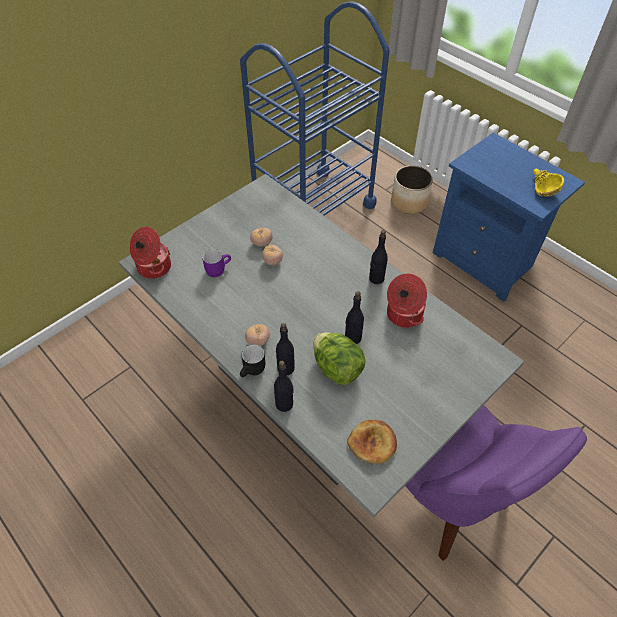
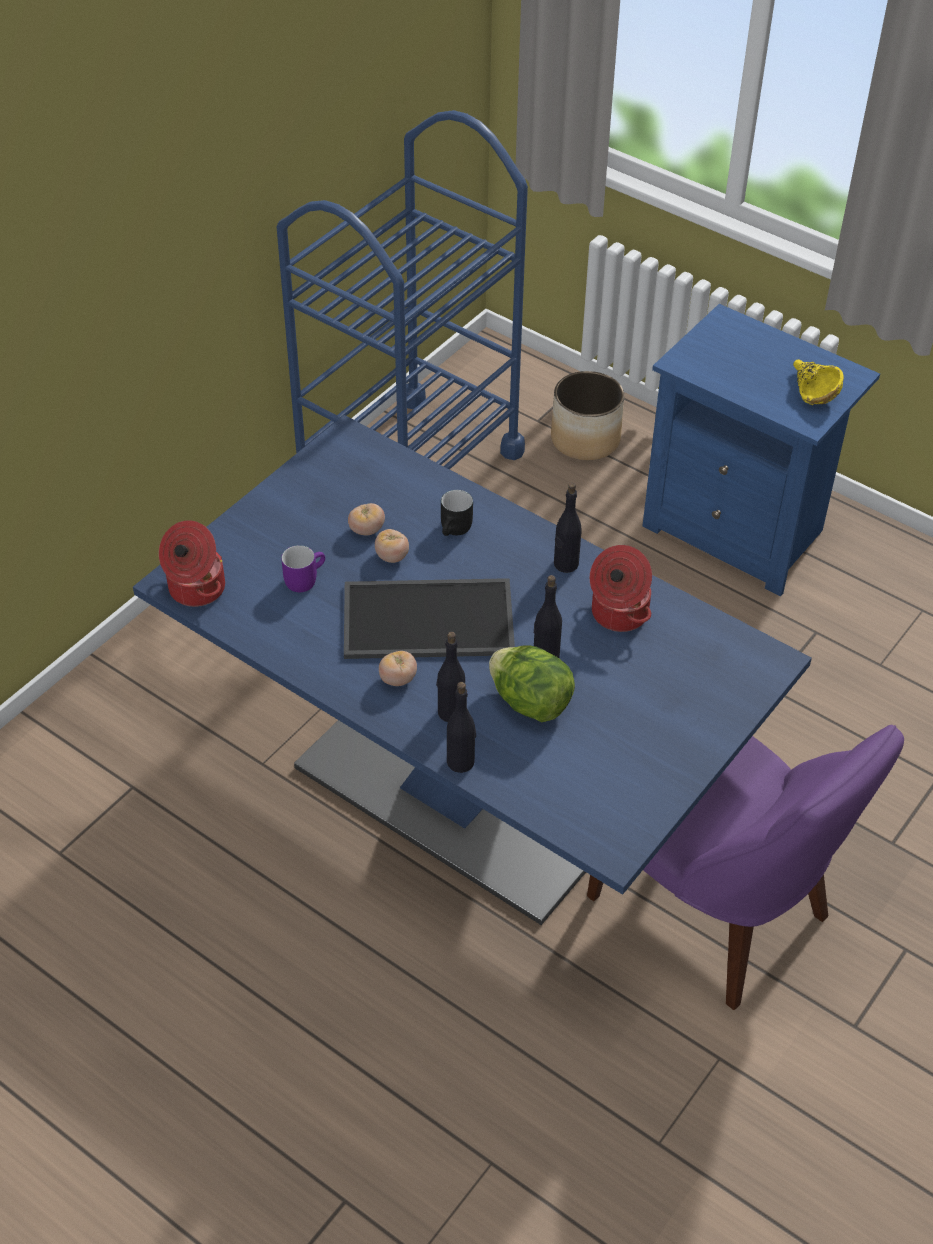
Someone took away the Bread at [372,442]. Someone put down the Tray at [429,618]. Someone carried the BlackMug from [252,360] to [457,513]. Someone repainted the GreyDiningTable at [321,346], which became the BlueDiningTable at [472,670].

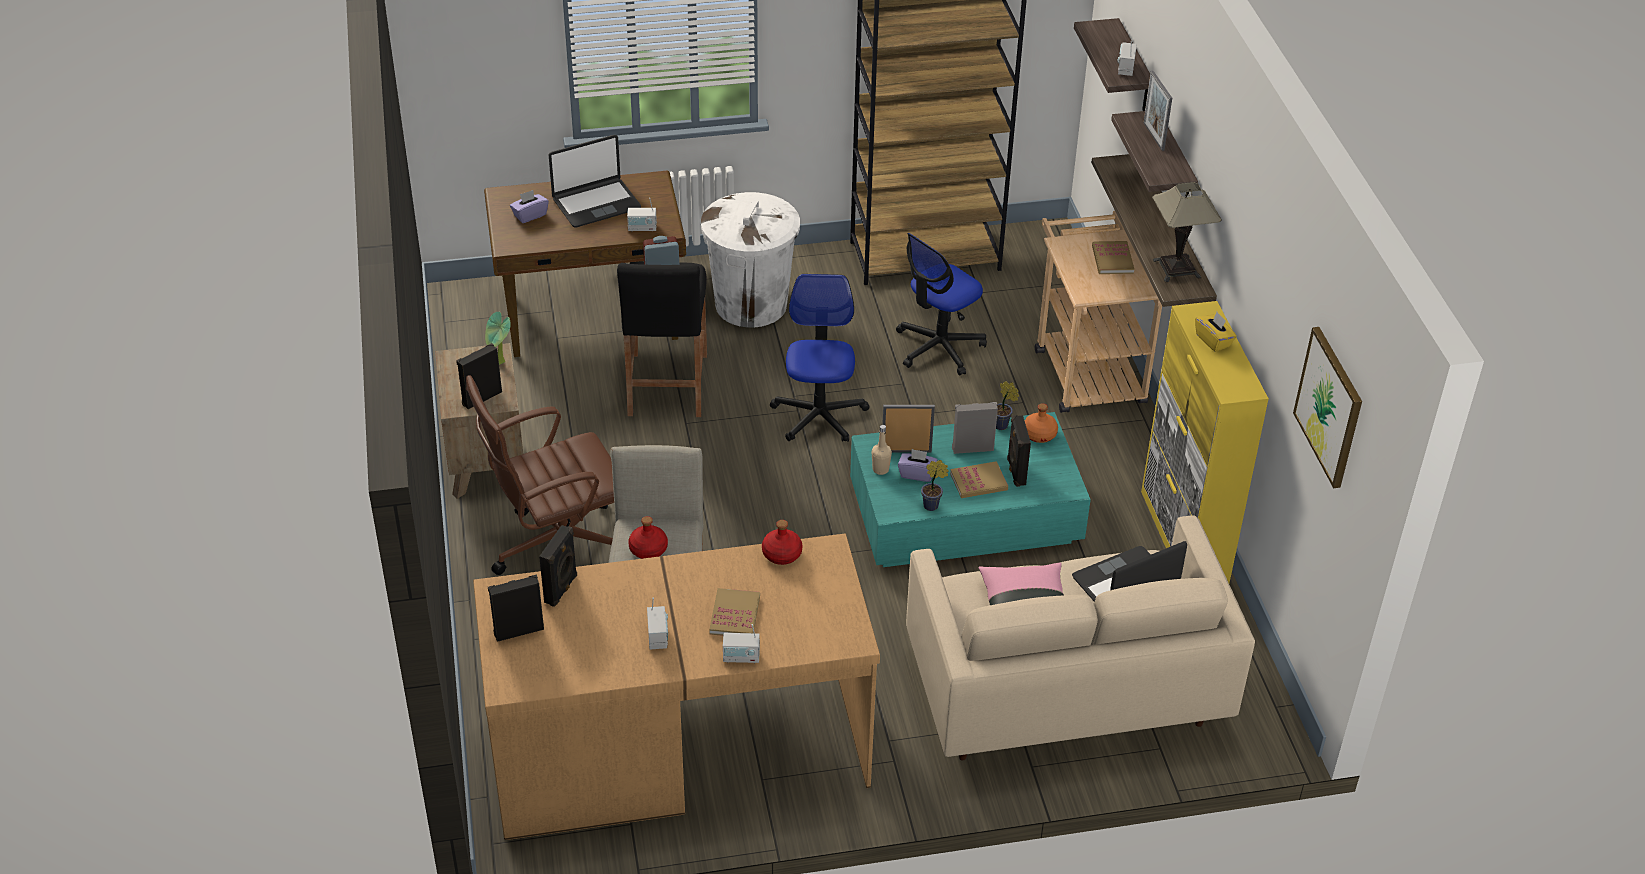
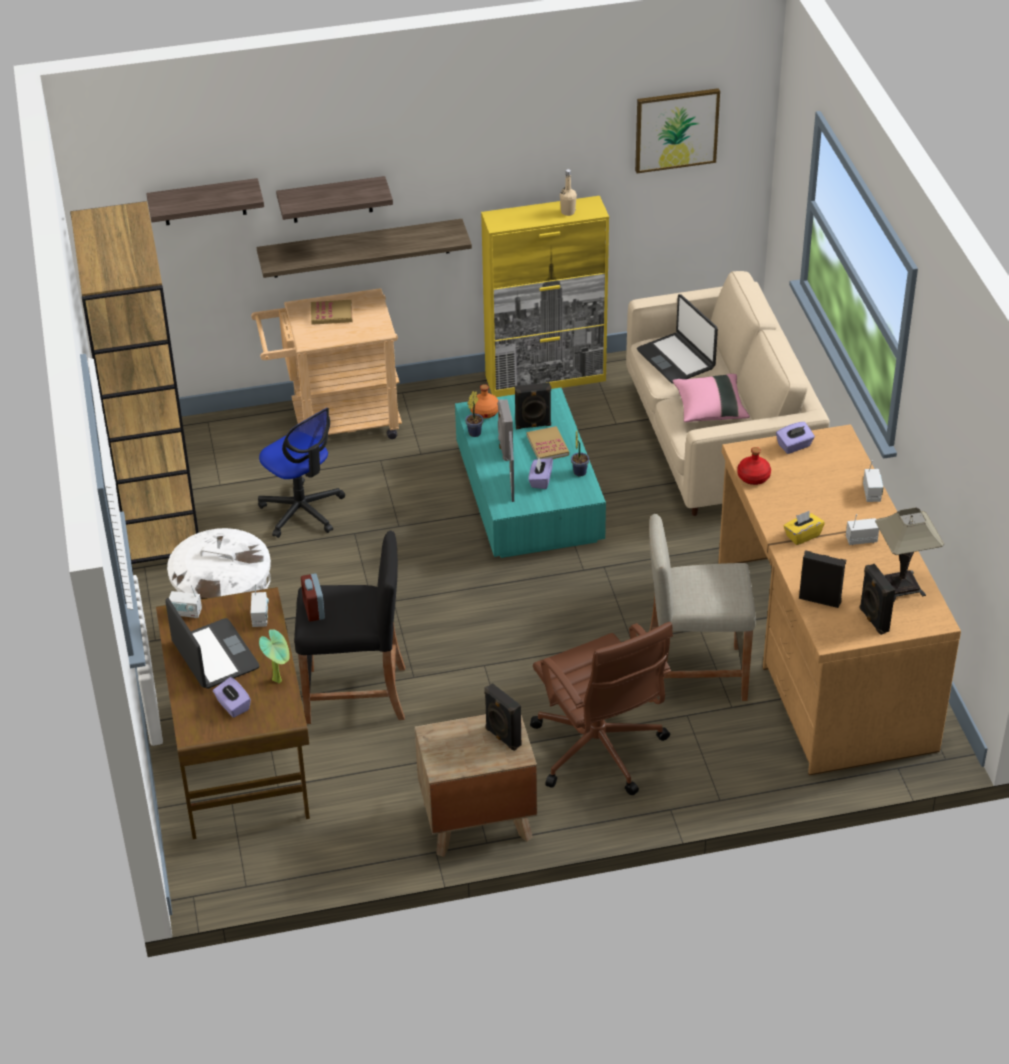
Someone took away the RedBottle at [648,537]. Someone took away the Book at [734,612]. Someone took away the OfficeChair at [820,358]. Someone took away the PictureFrame at [1157,111]. Someone put down the PurpleTissueBox at [795,438]. Someone carried the PottedPlant from [498,338] to [274,656]. Someone carried the BeigeBottle from [882,450] to [568,192]. Someone carried the Radio from [1127,58] to [185,601]. Someone carried the TableLamp from [1187,232] to [909,554]. Someone carried the YellowTissueBox from [1216,332] to [804,528].

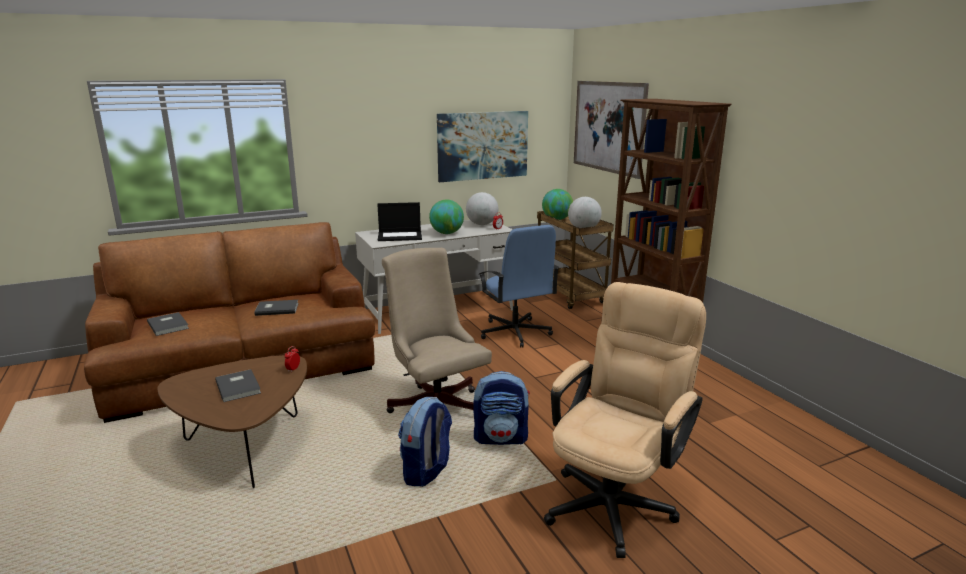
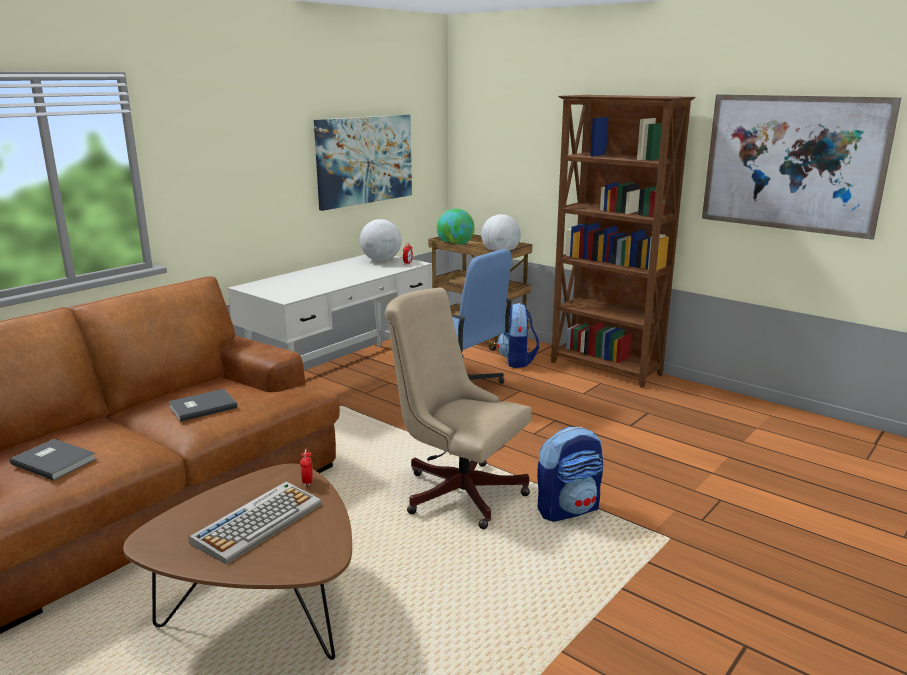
Someone took away the Laptop at [399,221]. Someone took away the Globe at [446,217]. Someone took away the BeigeOfficeChair at [625,420]. Someone carried the Backpack from [425,442] to [518,335]. Someone carried the Picture from [611,130] to [801,167]. Someone swapped the GreyBook at [238,385] for the Keyboard at [255,523].

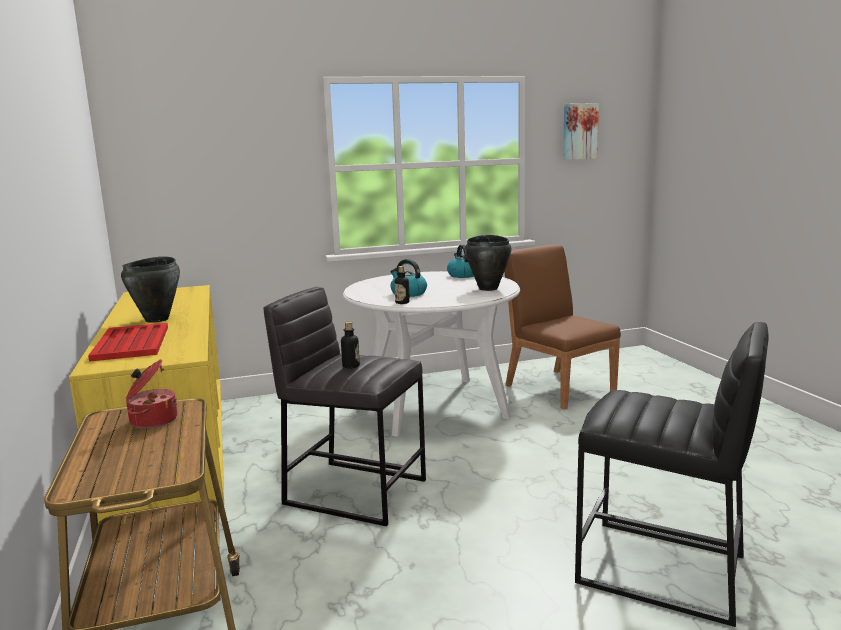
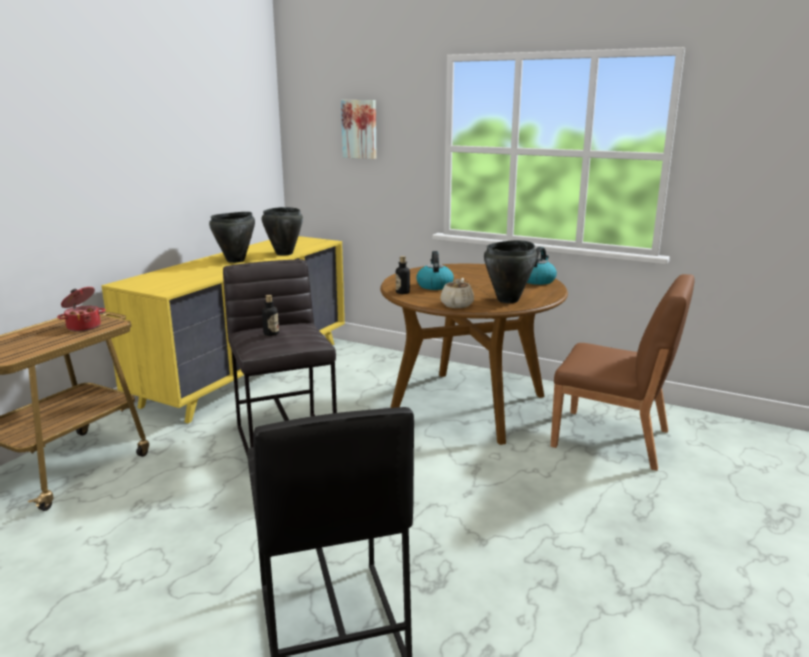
Someone took away the RedTray at [128,342]. Someone put down the BlackCookingPot at [282,231]. Someone put down the BeigeTeapot at [457,293]. Someone carried the Picture from [581,131] to [359,129]. Someone repainted the WhiteDiningTable at [431,354], which became the BrownDiningTable at [474,354]. Someone rotated the BrownChair at [562,327] by 105 degrees clockwise.

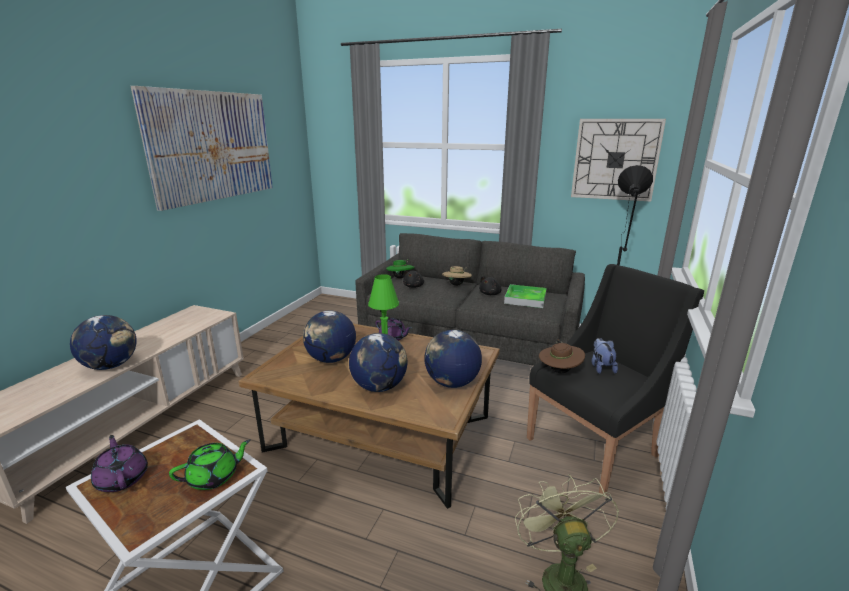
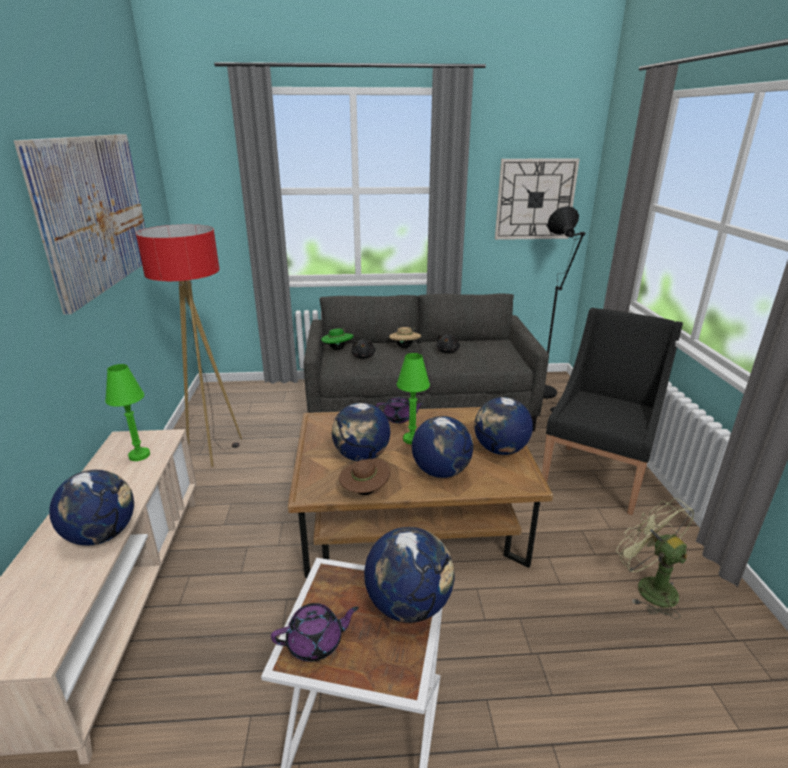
Someone took away the Tray at [525,296]. Someone took away the PlushToy at [604,356]. Someone put down the GreenTableLamp at [127,412]. Someone put down the FloorLamp at [189,345]. Someone carried the BrownHat from [562,356] to [364,475]. Someone swapped the GreenTeapot at [210,465] for the Globe at [409,575]. Someone rotated the PurpleTeapot at [119,463] by 135 degrees clockwise.

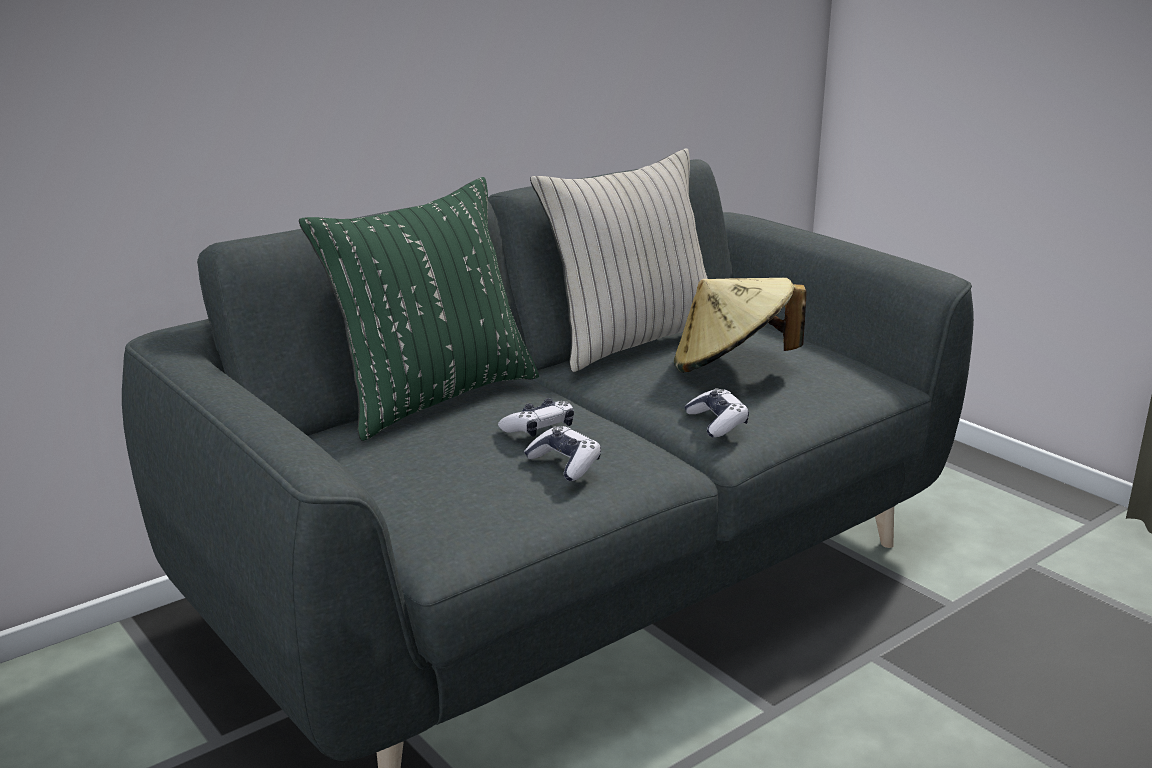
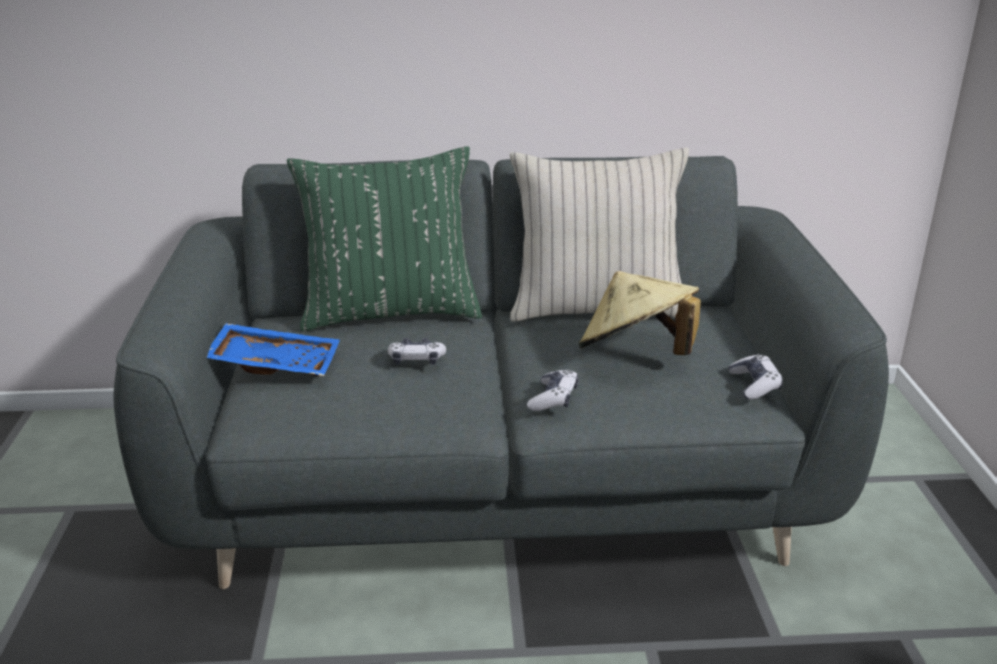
Someone put down the BlueTray at [273,349]. Someone carried the GameController from [562,453] to [755,377].

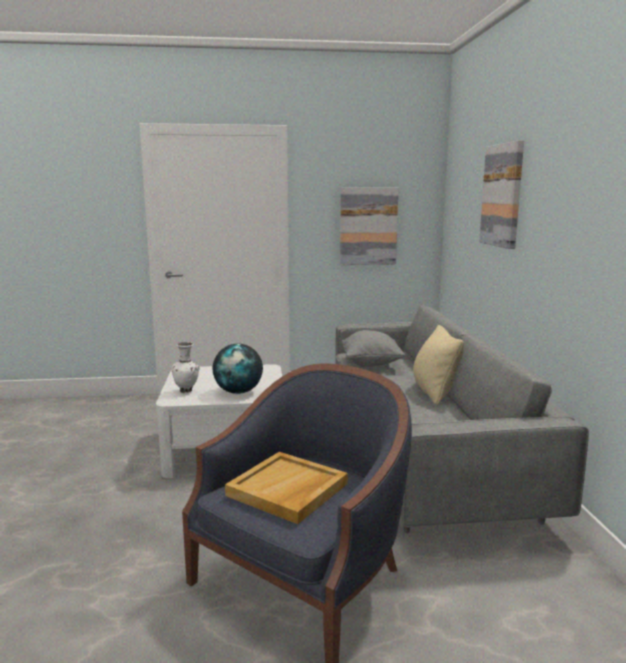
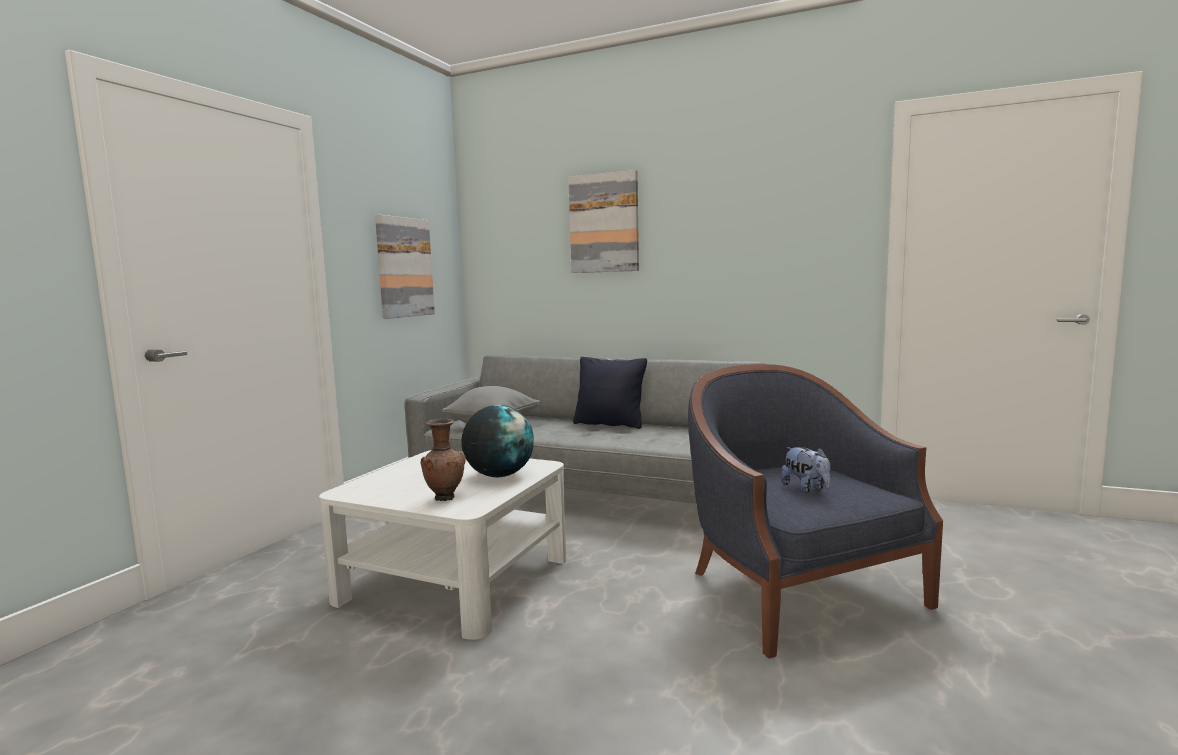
Someone swapped the BeigeTray at [286,488] for the PlushToy at [806,470]. Someone repainted the WhiteVase at [186,367], which became the BrownVase at [443,460]. Someone repainted the BeigePillow at [438,365], which became the BlackPillow at [610,393].

